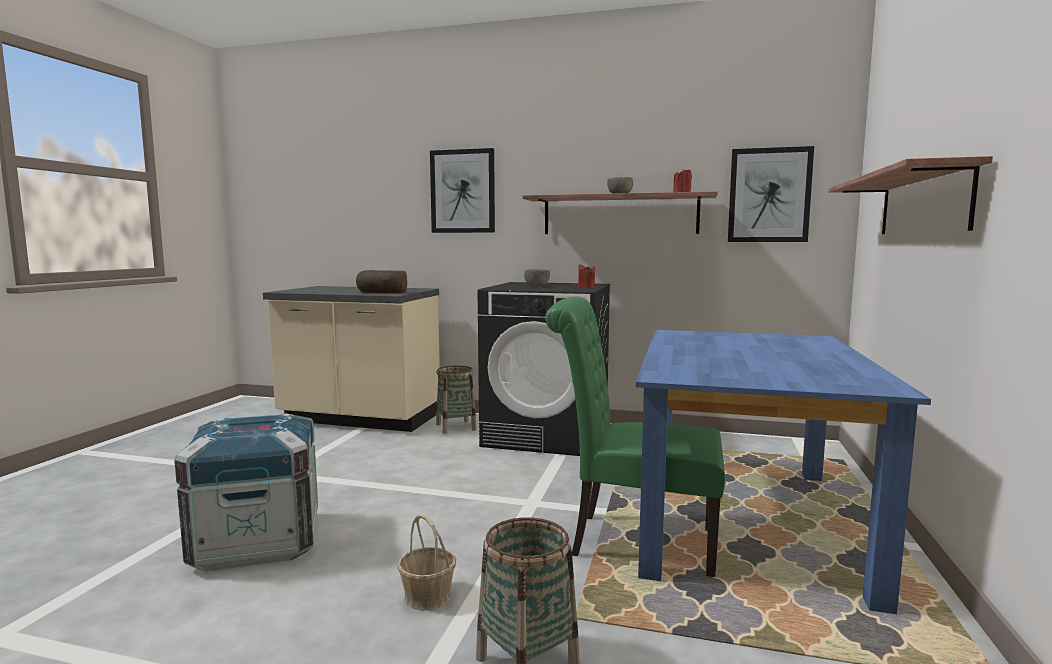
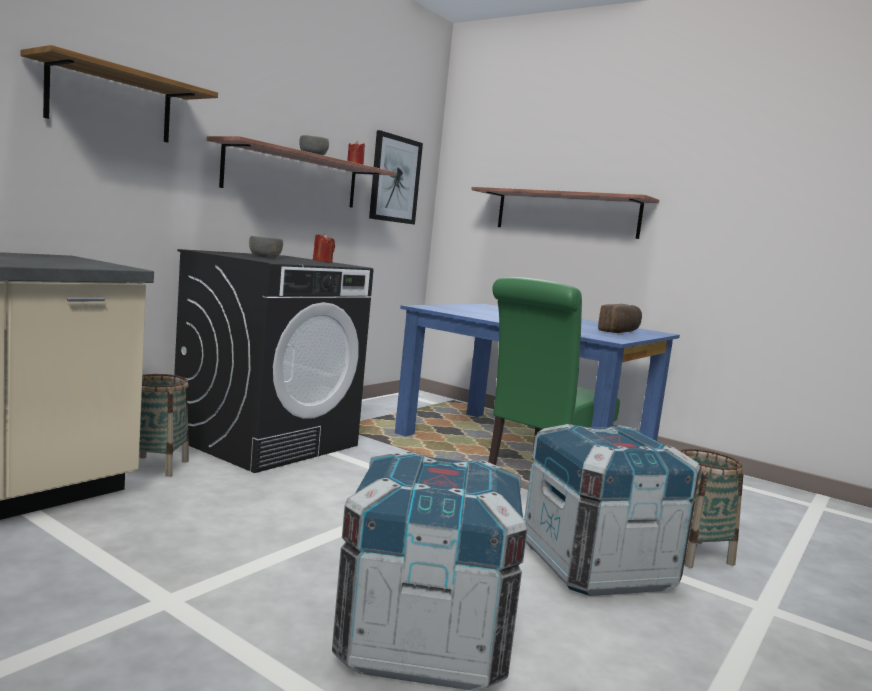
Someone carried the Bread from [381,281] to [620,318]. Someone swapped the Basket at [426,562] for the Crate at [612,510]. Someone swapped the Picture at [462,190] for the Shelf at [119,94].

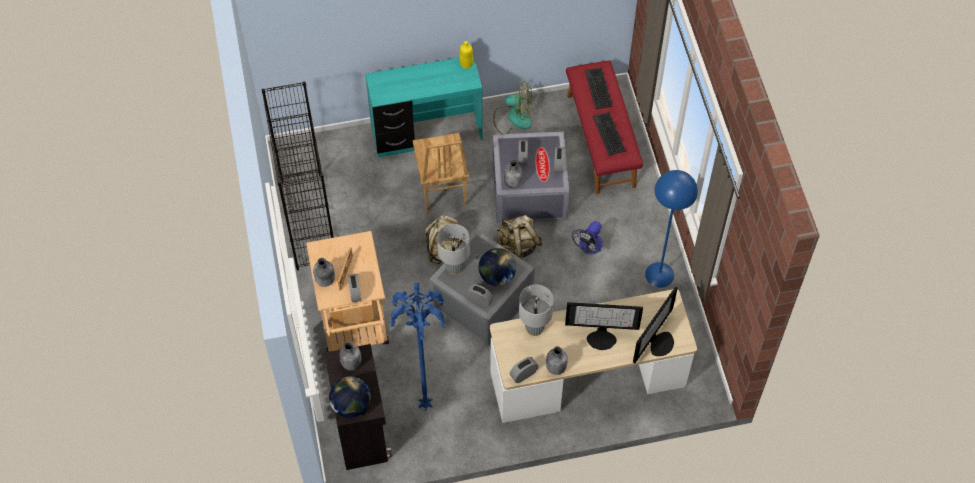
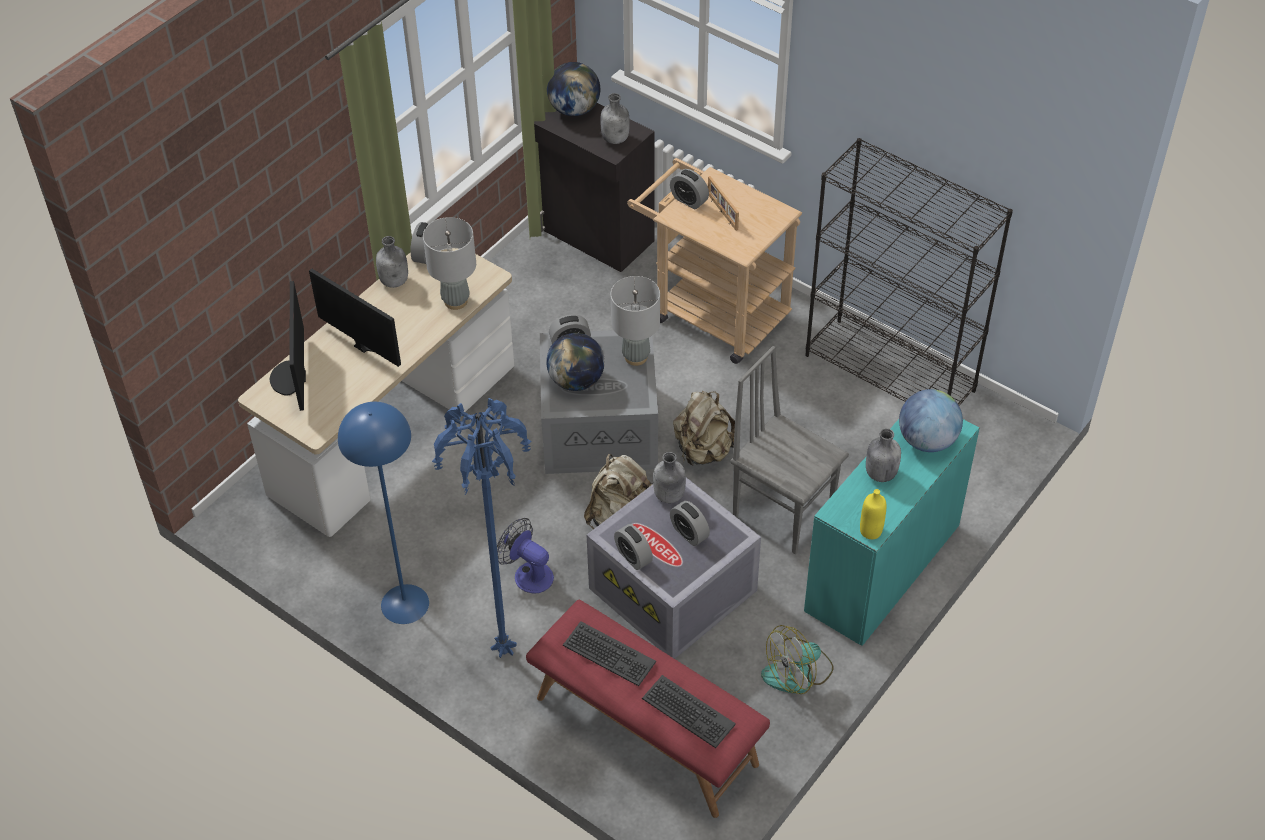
Someone put down the Globe at [931,420]. Someone carried the GreyBottle from [324,272] to [883,455]. Someone carried the BlueFloorLamp from [417,347] to [481,528]. Someone repainted the BrownChair at [441,172], which became the GreyChair at [790,450]. Someone rotated the Monitor at [604,326] by 75 degrees clockwise. Someone rotated the Fan at [587,237] by 45 degrees counterclockwise.

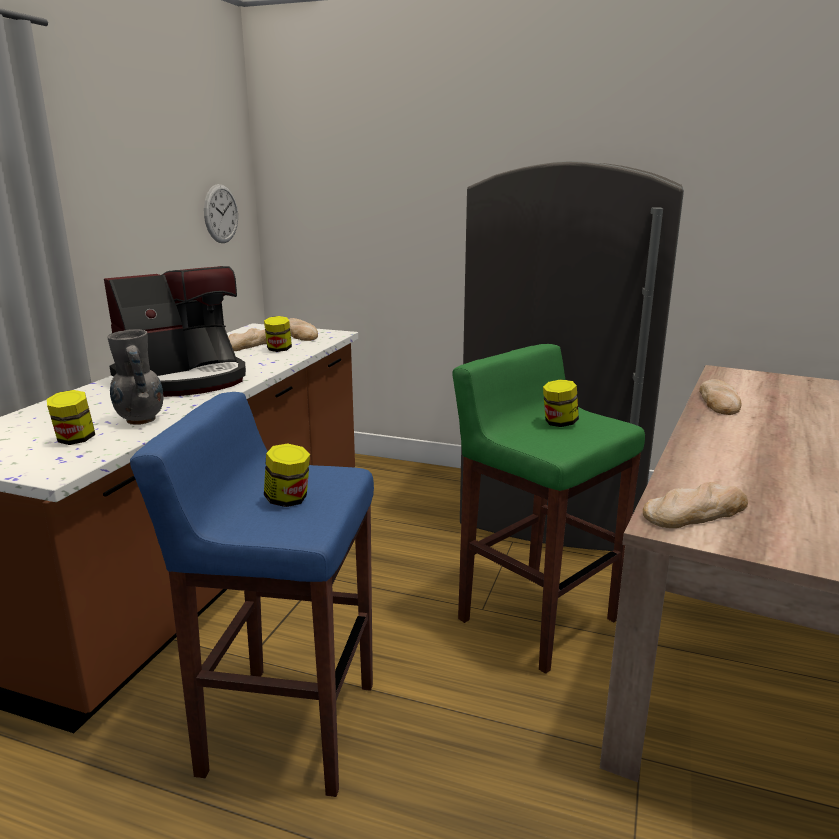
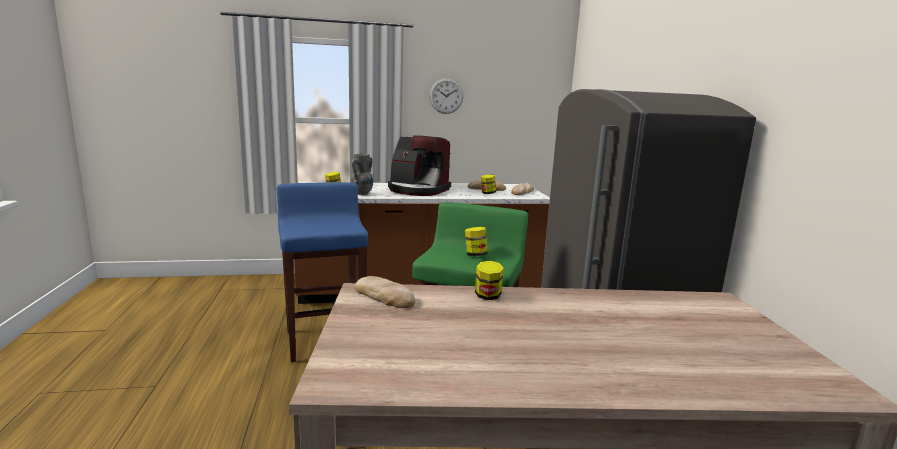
Someone took away the Bread at [720,397]. Someone carried the WallClock from [221,213] to [446,96]. Someone carried the Jar from [287,475] to [489,280].

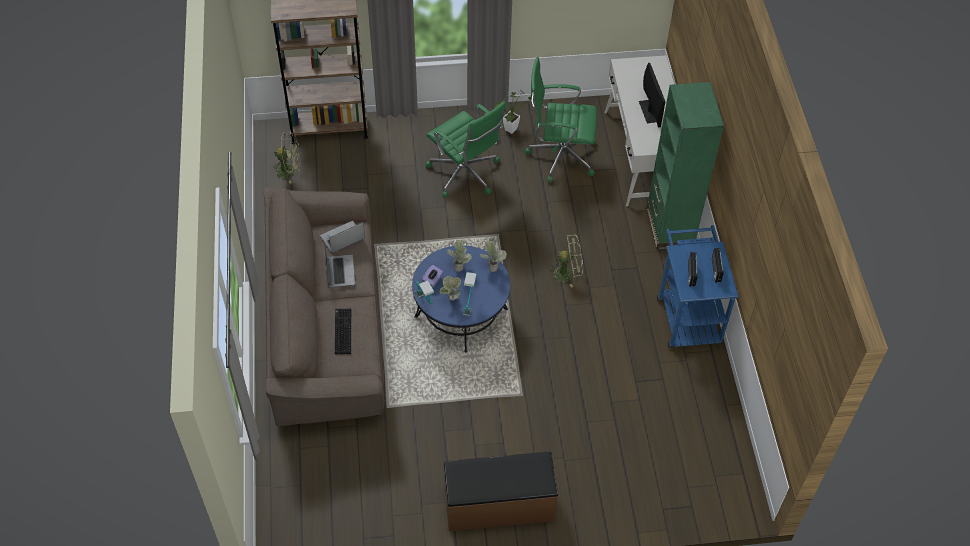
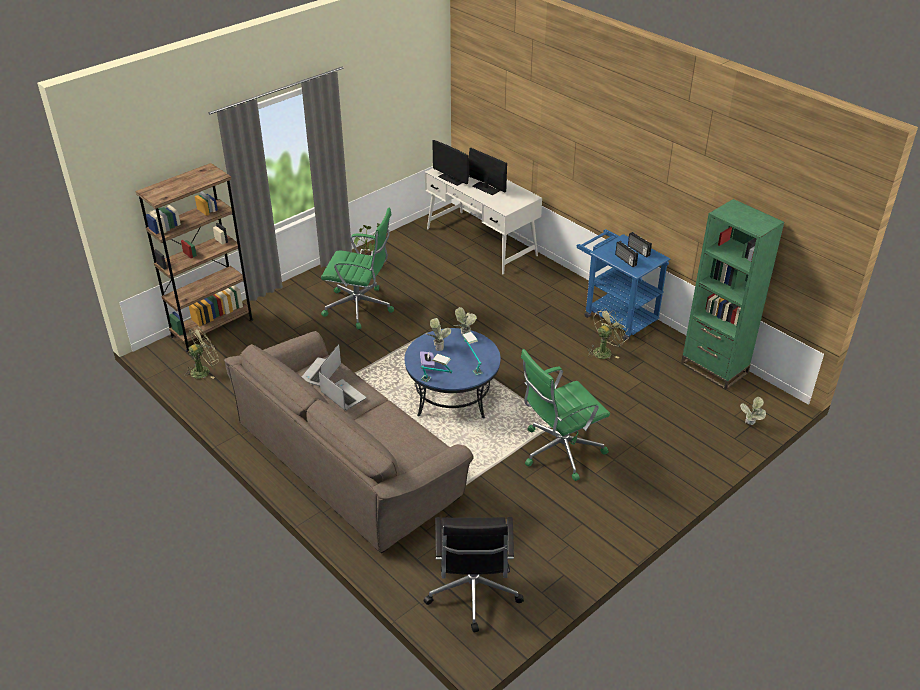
Someone took away the Keyboard at [343,331]. Someone took away the BrownBench at [501,491]. Someone put down the BlackOfficeChair at [474,575]. Someone put down the Monitor at [450,163]. Someone carried the PottedPlant from [450,288] to [753,411]. Someone carried the GreenOfficeChair from [560,119] to [565,415]. Someone carried the GreenFan from [565,261] to [608,333]. Someone carried the GreenBookcase from [685,166] to [732,294].

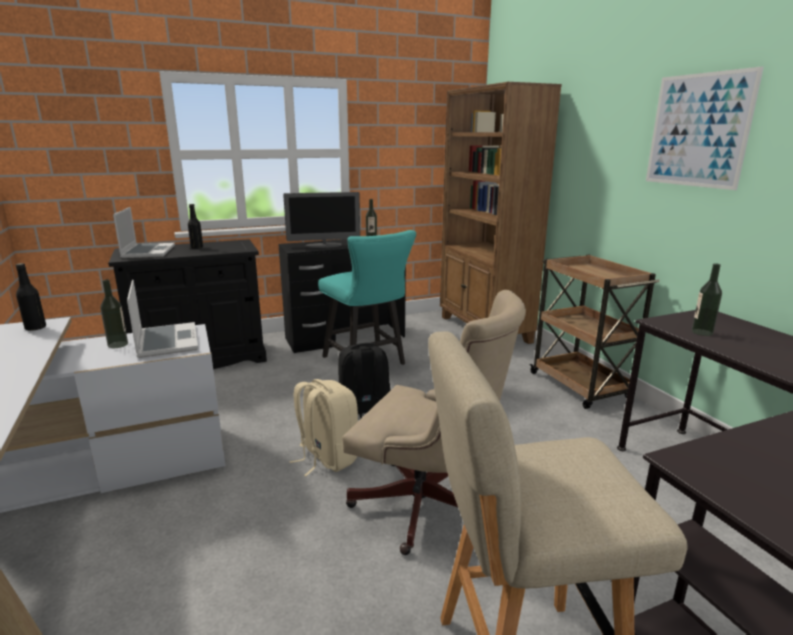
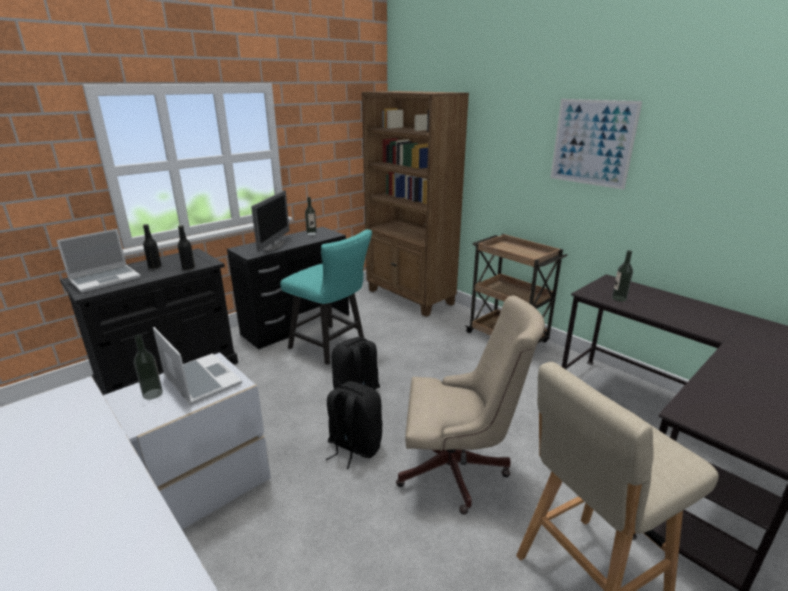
Someone carried the BlackBottle from [31,297] to [186,247]. Someone repainted the BeigeBackpack at [323,428], which became the BlackBackpack at [354,425]. Someone rotated the Laptop at [144,232] by 75 degrees clockwise. Someone rotated the Monitor at [321,220] by 45 degrees counterclockwise.

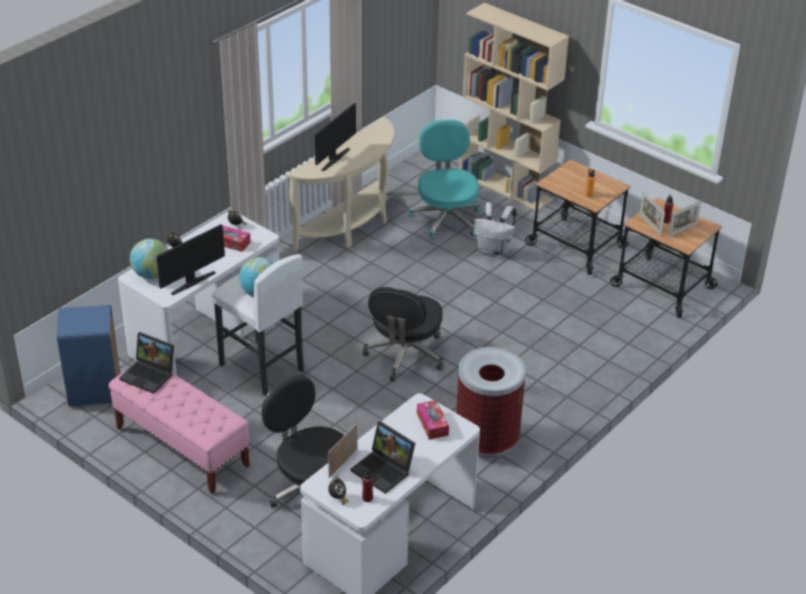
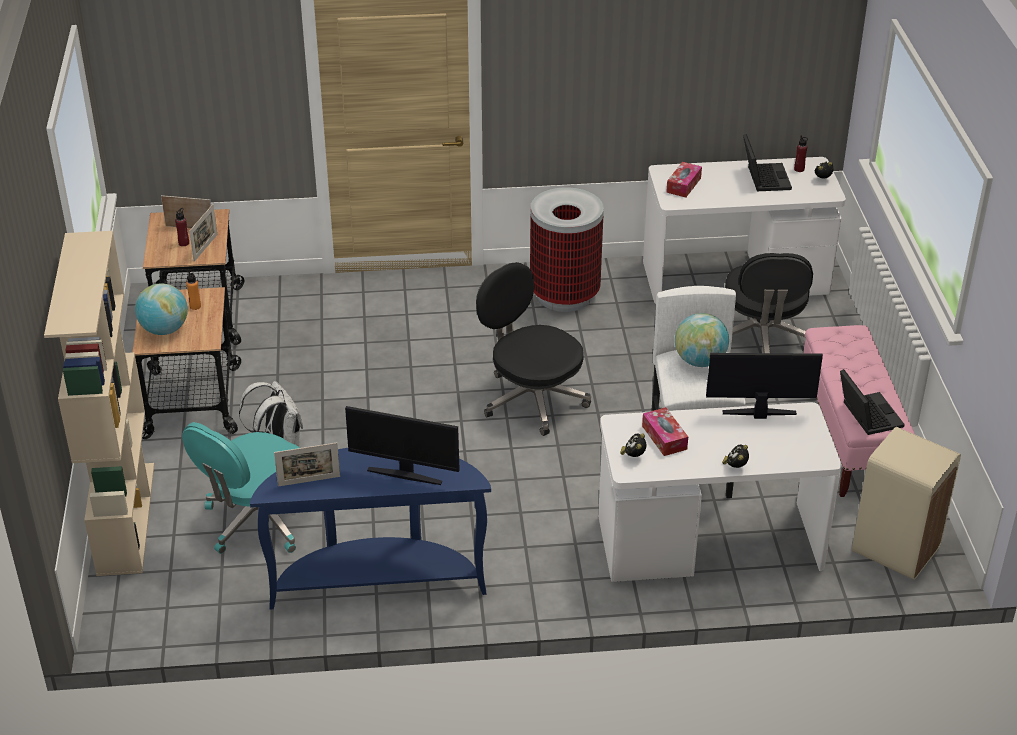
Someone carried the Globe from [149,259] to [161,309]. Someone carried the PictureFrame from [342,450] to [307,465]. Someone repainted the BlueTrashCan at [88,355], which became the BeigeTrashCan at [906,503]. Someone repainted the BeigeConsoleTable at [340,184], which became the BlueConsoleTable at [370,528]. Someone rotated the Monitor at [335,137] by 150 degrees counterclockwise. Someone rotated the BlackOfficeChair at [403,334] by 105 degrees counterclockwise.

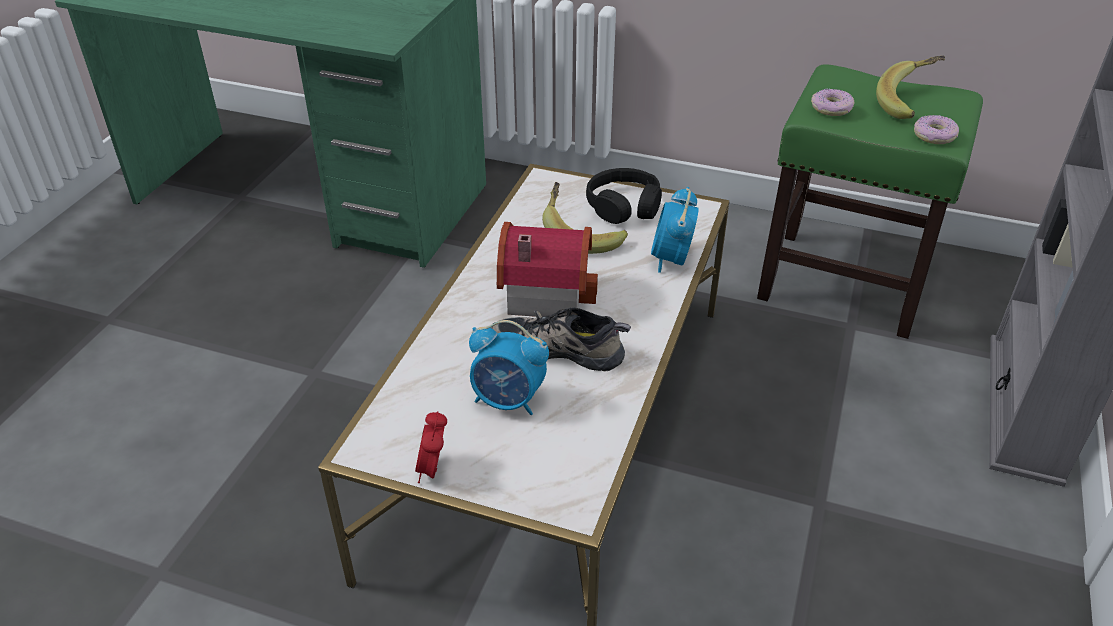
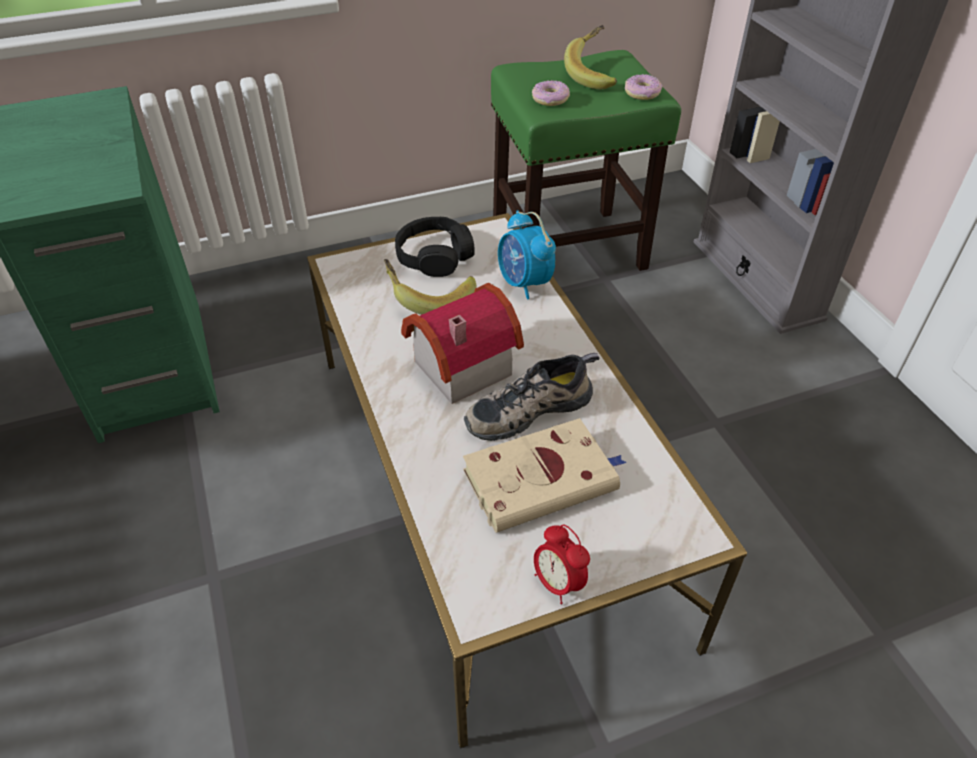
Someone swapped the AlarmClock at [509,367] for the BeigeBook at [545,475].

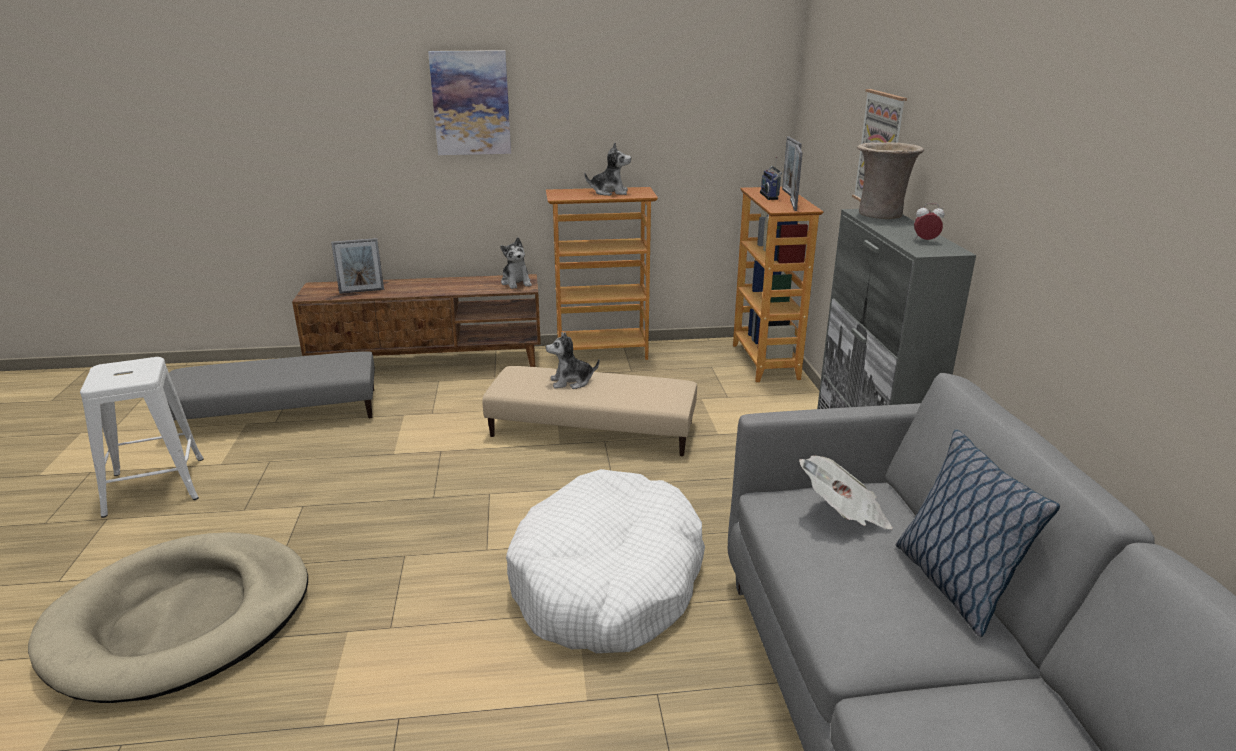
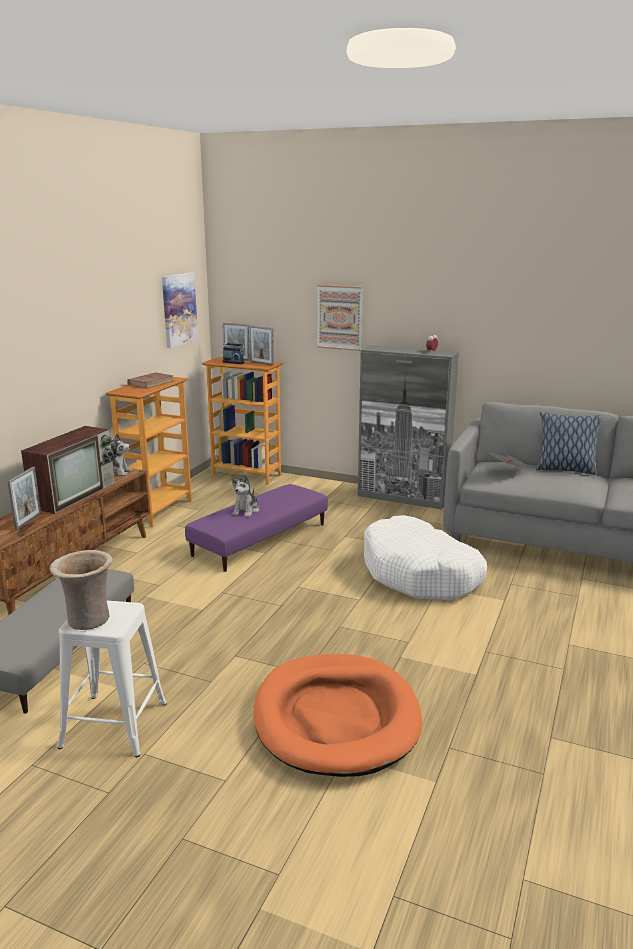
Someone put down the Television at [68,470]. Someone carried the Picture from [469,102] to [180,310]. Someone carried the BeigeVase from [890,180] to [81,590]. Someone swapped the PlushToy at [607,169] for the BrownBook at [151,380]. Someone repainted the BeigeDogBed at [168,617], which became the OrangeDogBed at [338,715]. Someone repainted the BeigeOttoman at [589,411], which became the PurpleOttoman at [256,528].

